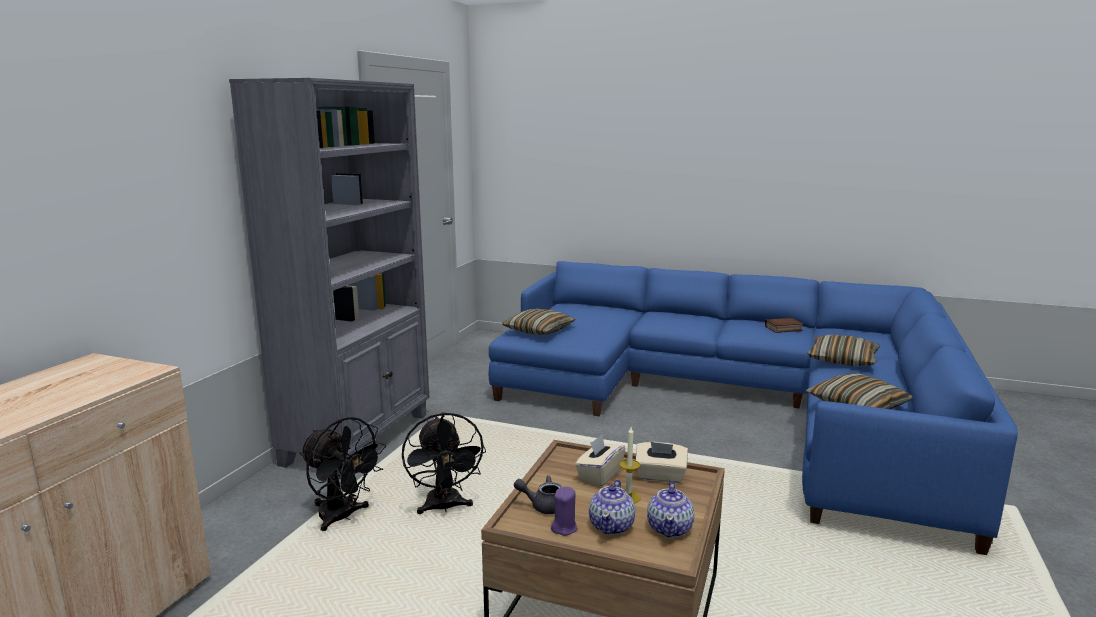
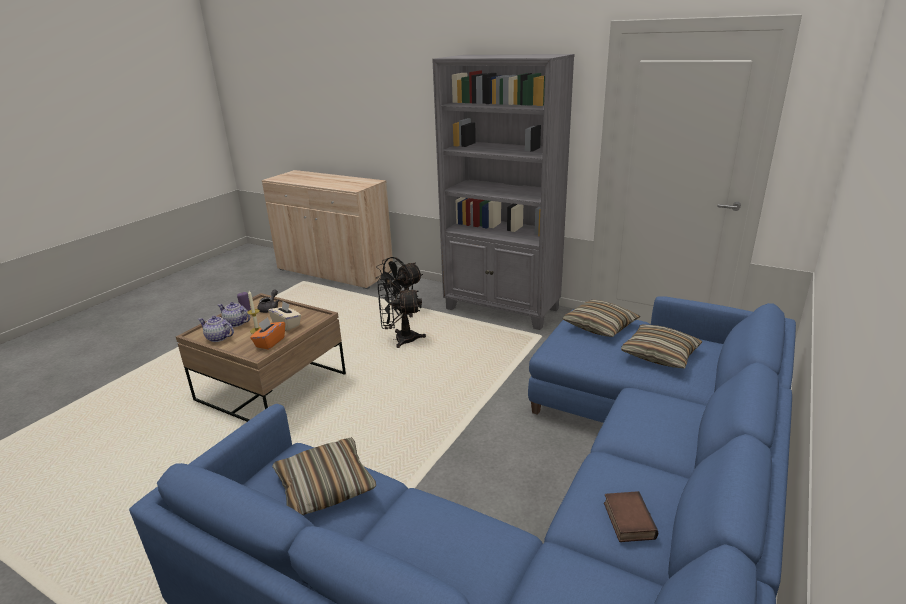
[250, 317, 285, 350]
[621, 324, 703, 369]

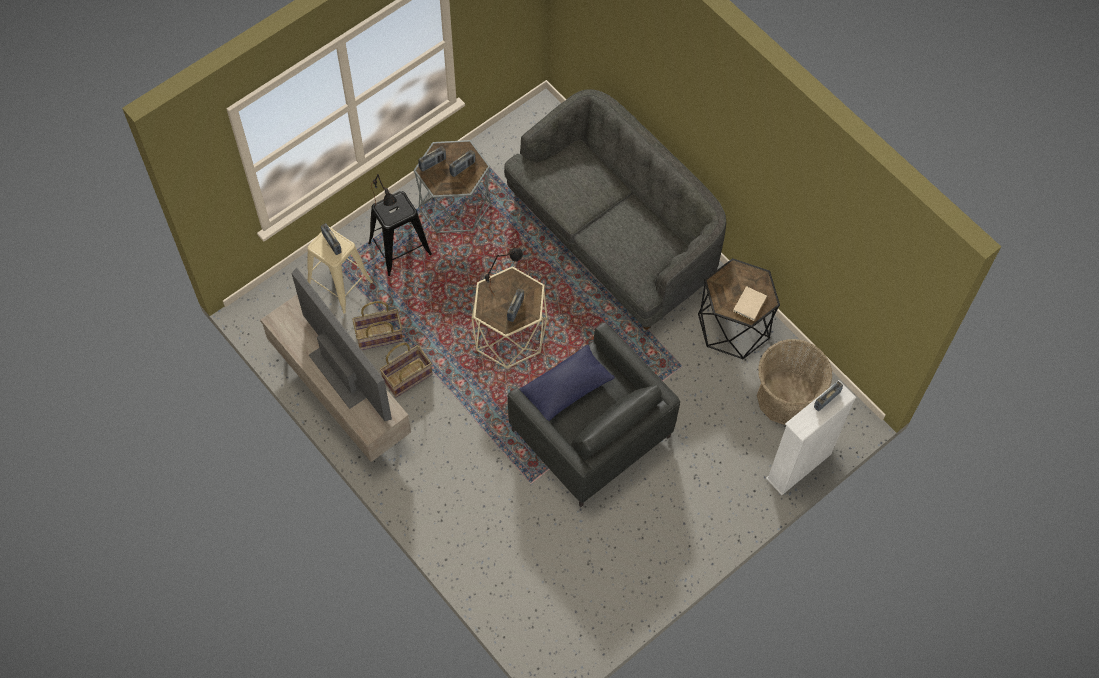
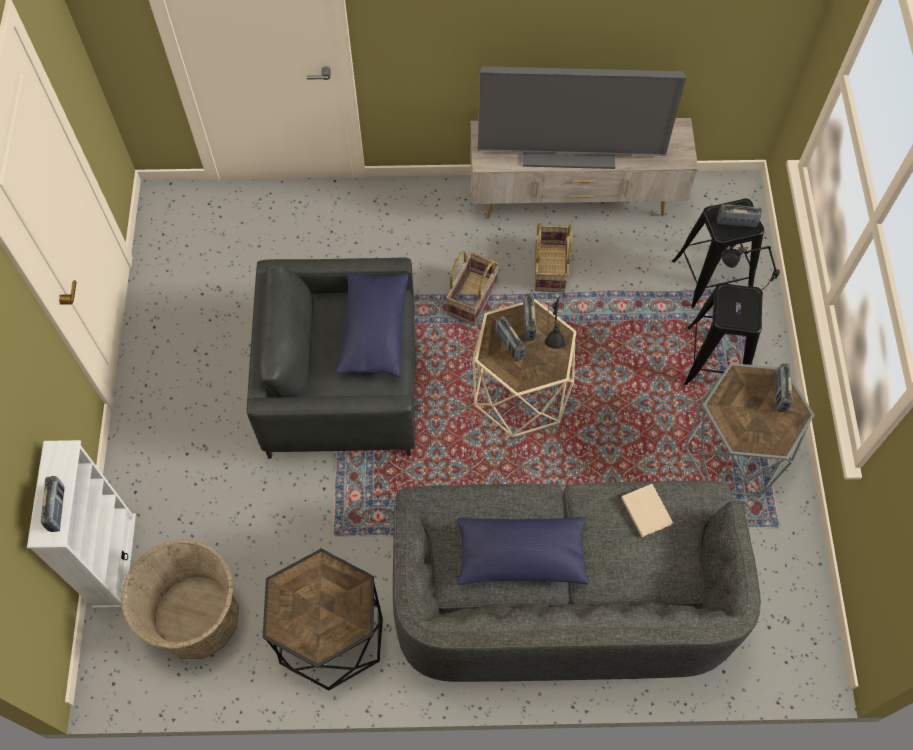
[446, 251, 500, 325]
[457, 517, 589, 585]
[523, 294, 536, 341]
[621, 484, 673, 537]
[672, 198, 764, 308]

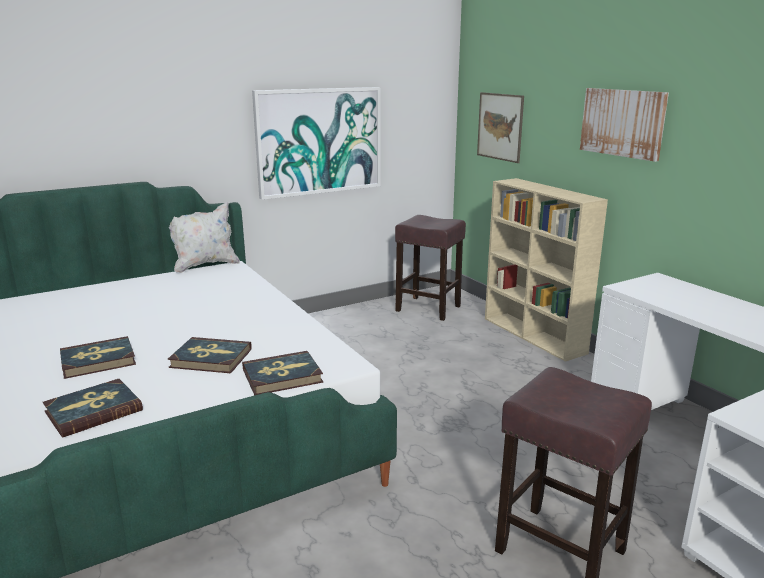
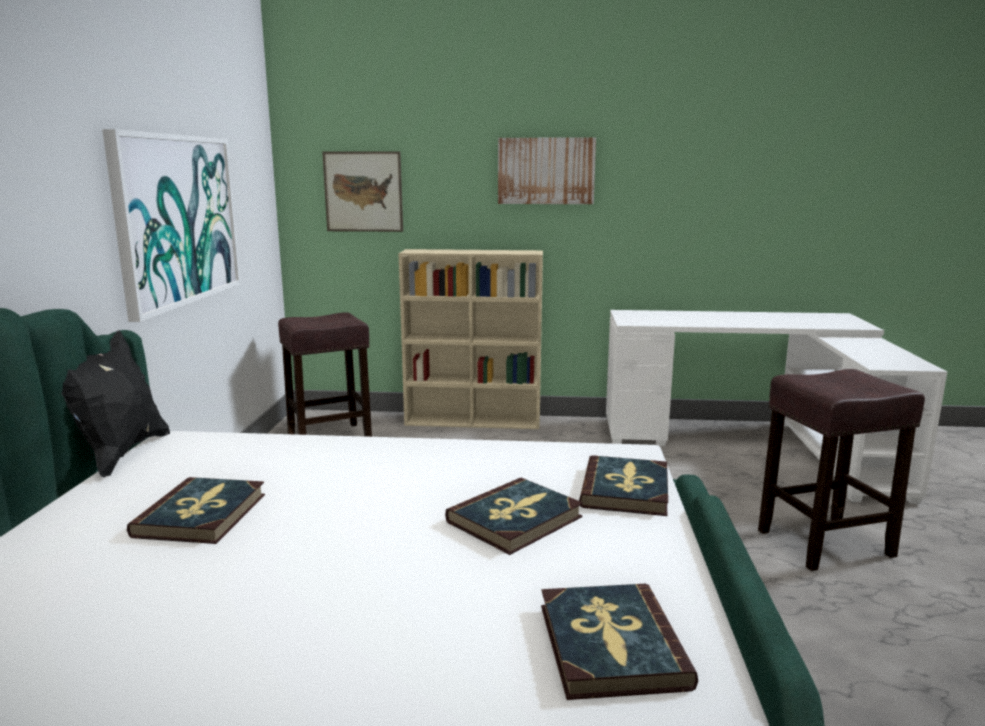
[61, 330, 170, 478]
[127, 477, 265, 544]

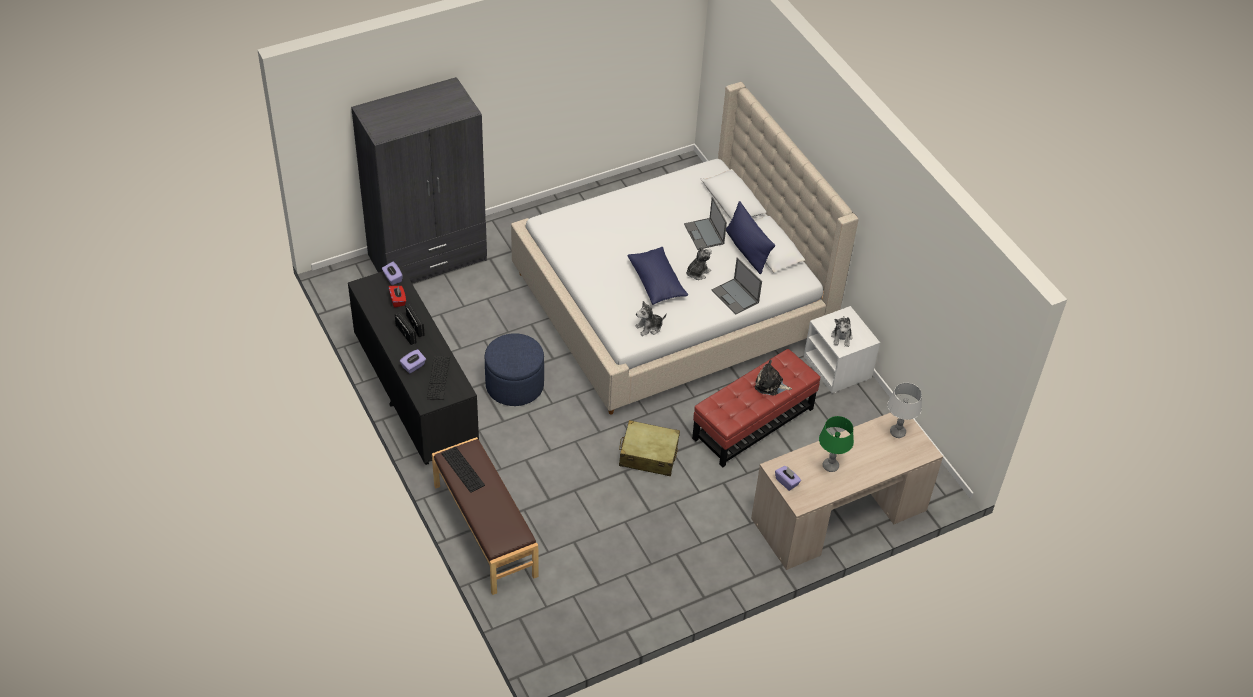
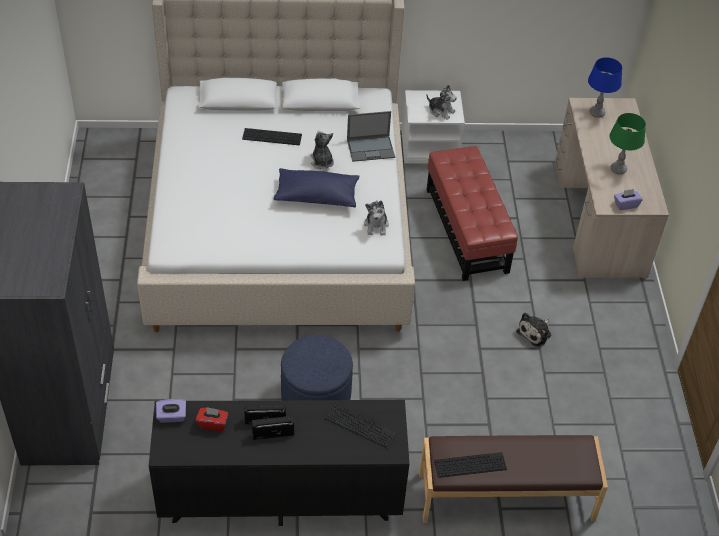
[242, 128, 302, 146]
[516, 313, 551, 347]
[588, 57, 622, 118]
[400, 349, 426, 374] (first image)
[619, 420, 680, 476] (first image)
[726, 201, 775, 274] (first image)

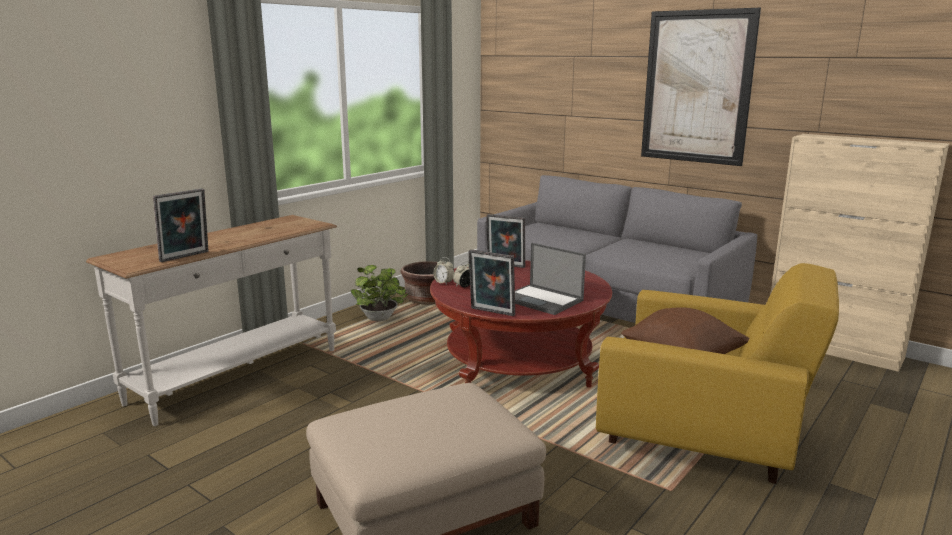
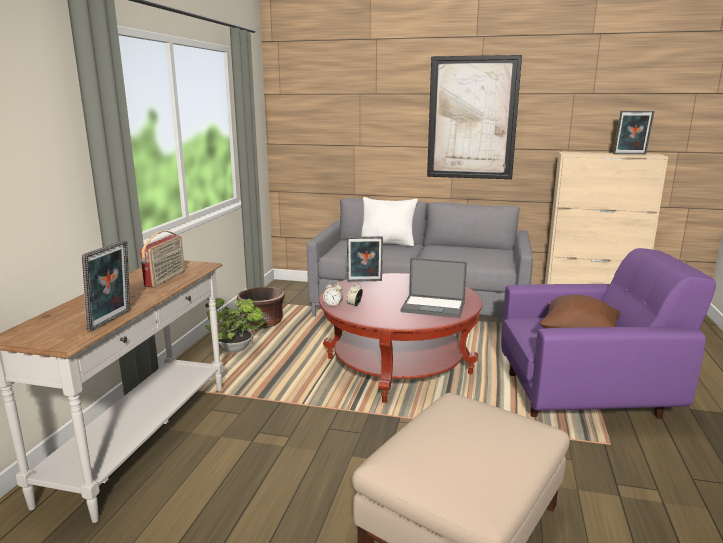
[140, 231, 185, 288]
[361, 197, 418, 247]
[501, 248, 716, 419]
[613, 111, 654, 154]

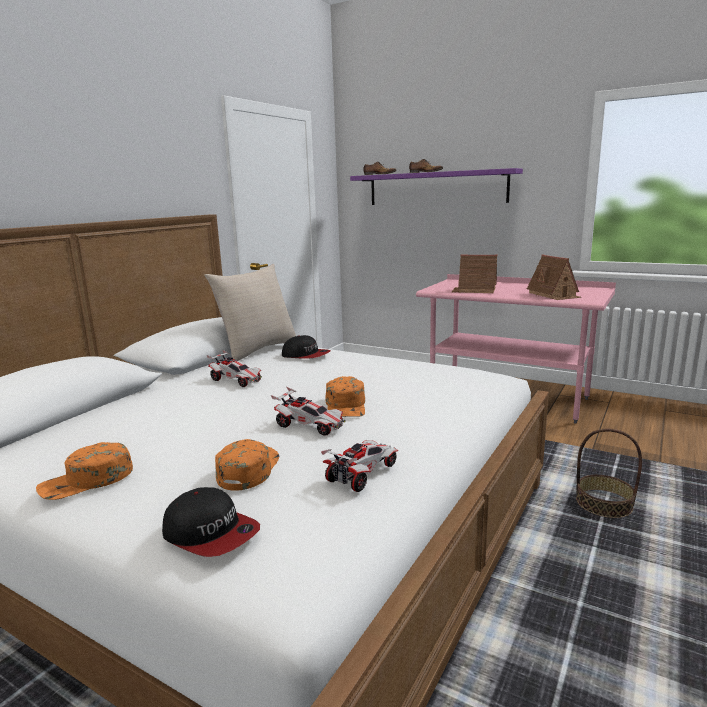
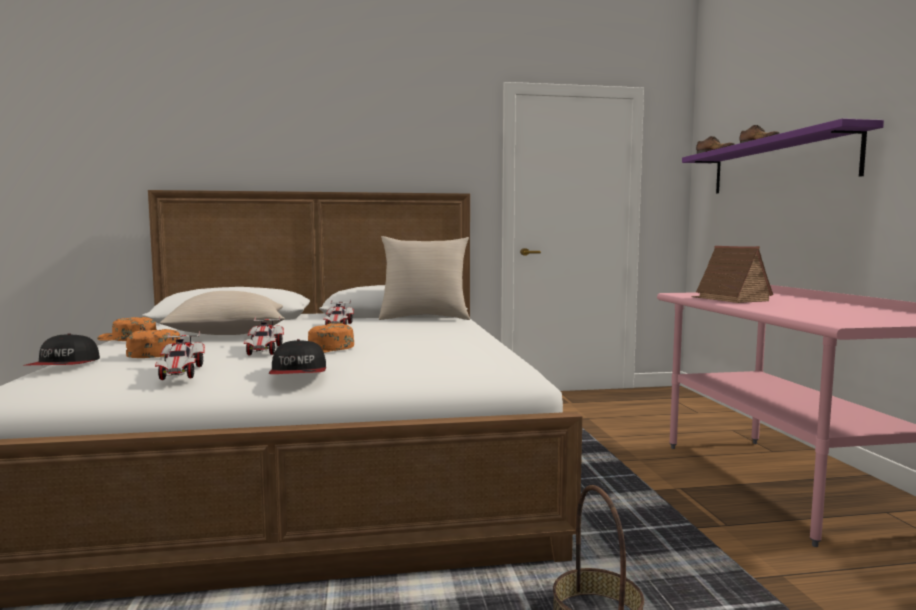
[155, 331, 205, 380]
[160, 291, 285, 335]
[269, 339, 326, 374]
[527, 254, 582, 300] (first image)

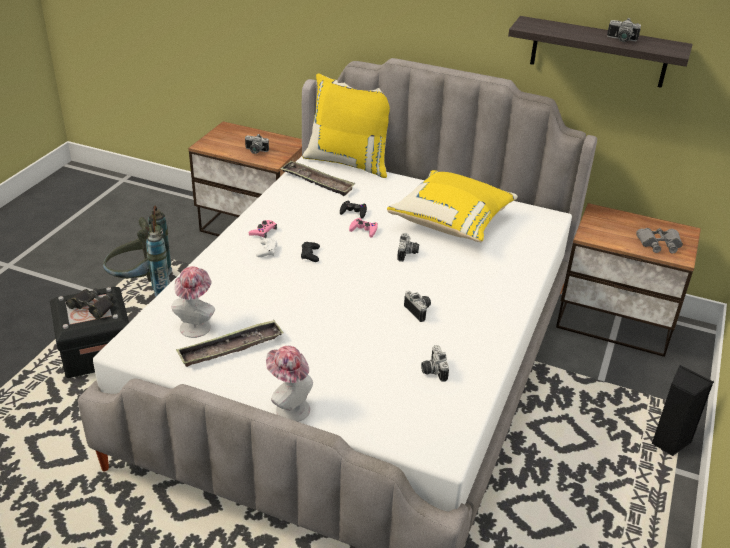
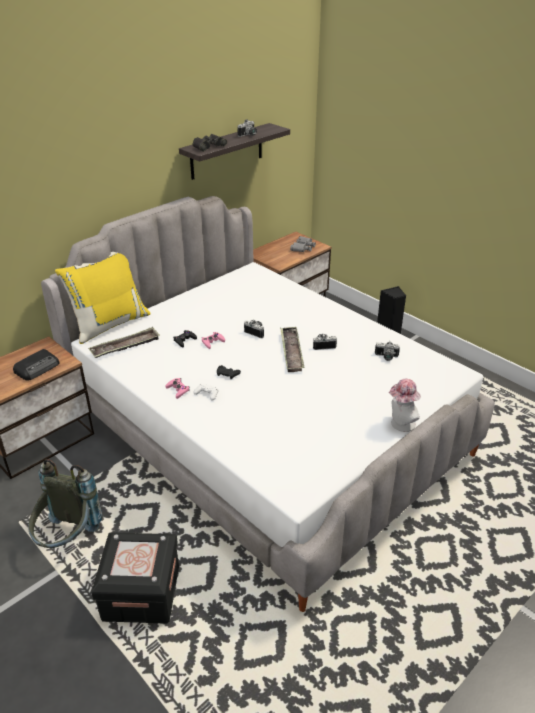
[13, 349, 60, 381]
[192, 134, 227, 152]
[280, 327, 305, 372]
[172, 266, 215, 338] (first image)
[387, 170, 518, 242] (first image)

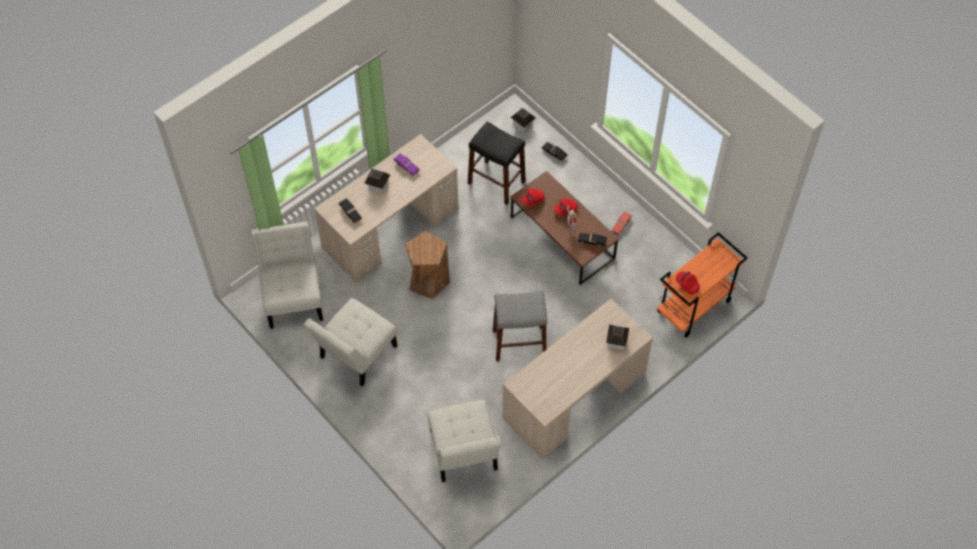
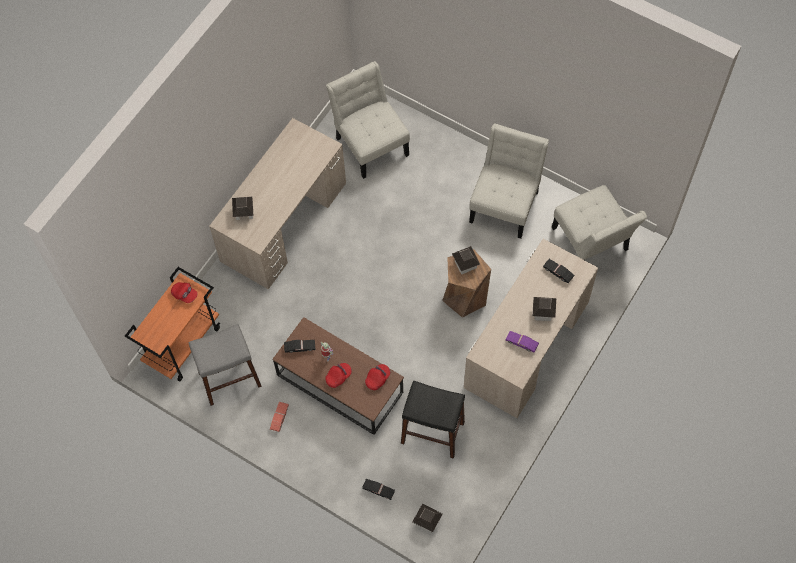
[188, 324, 262, 406]
[452, 246, 480, 274]

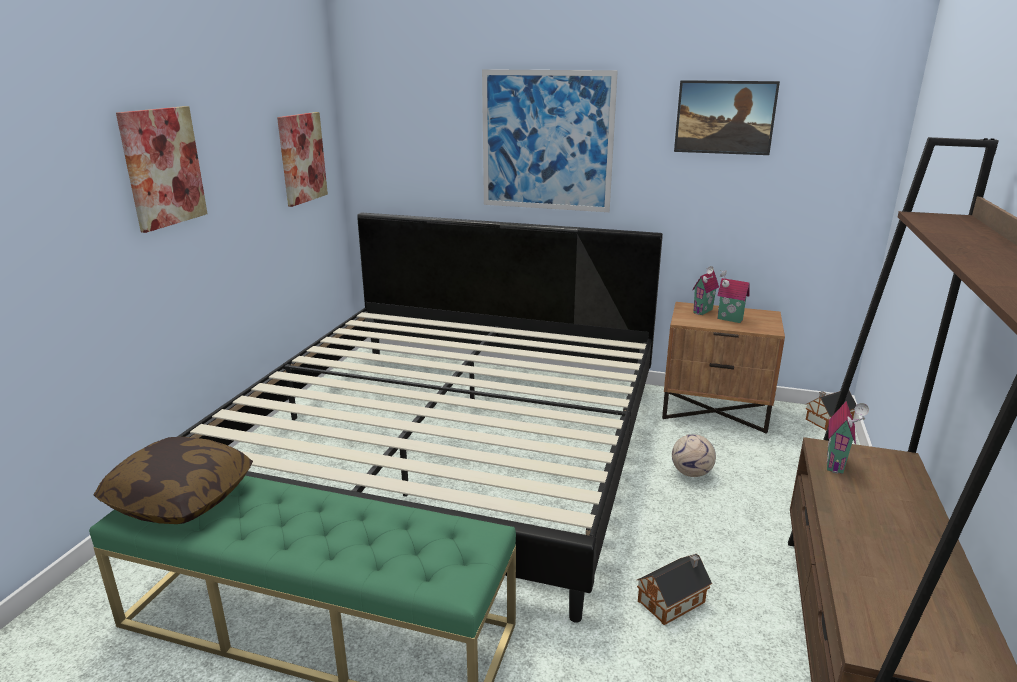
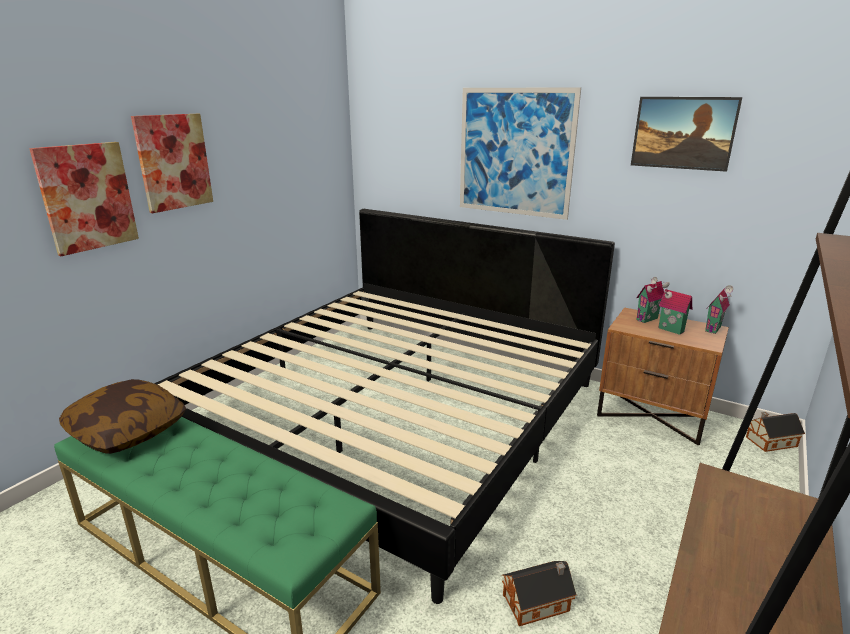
[29, 142, 139, 256]
[705, 285, 733, 334]
[672, 434, 716, 477] (first image)

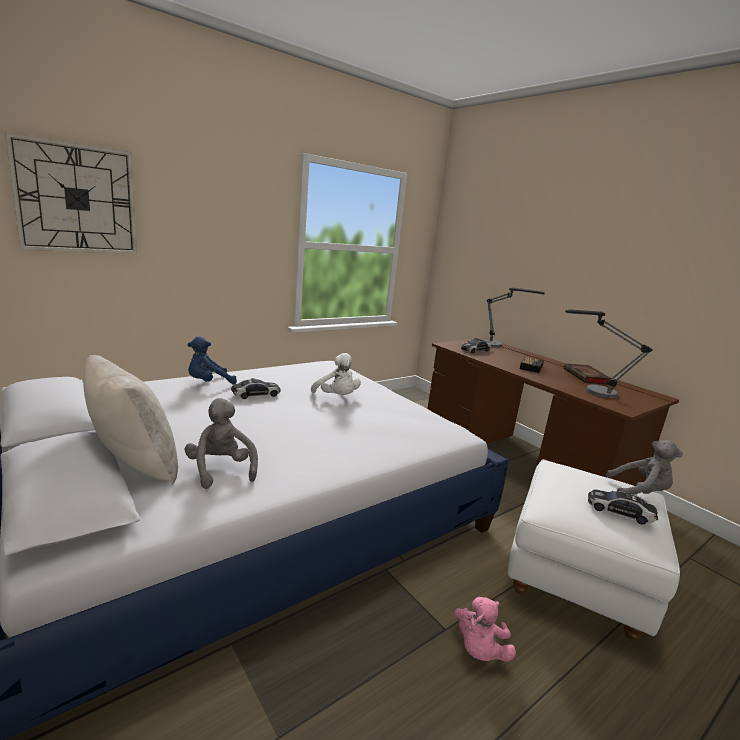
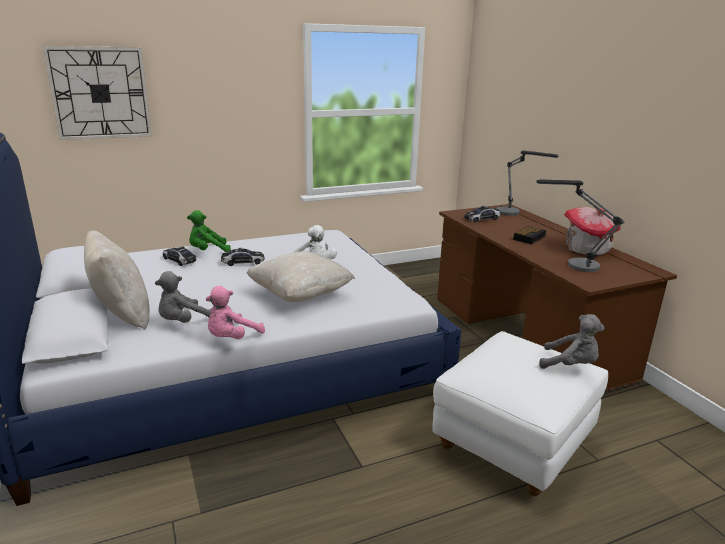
[155, 271, 211, 323]
[163, 247, 197, 266]
[187, 210, 231, 252]
[205, 286, 265, 339]
[247, 251, 355, 302]
[564, 207, 621, 255]

